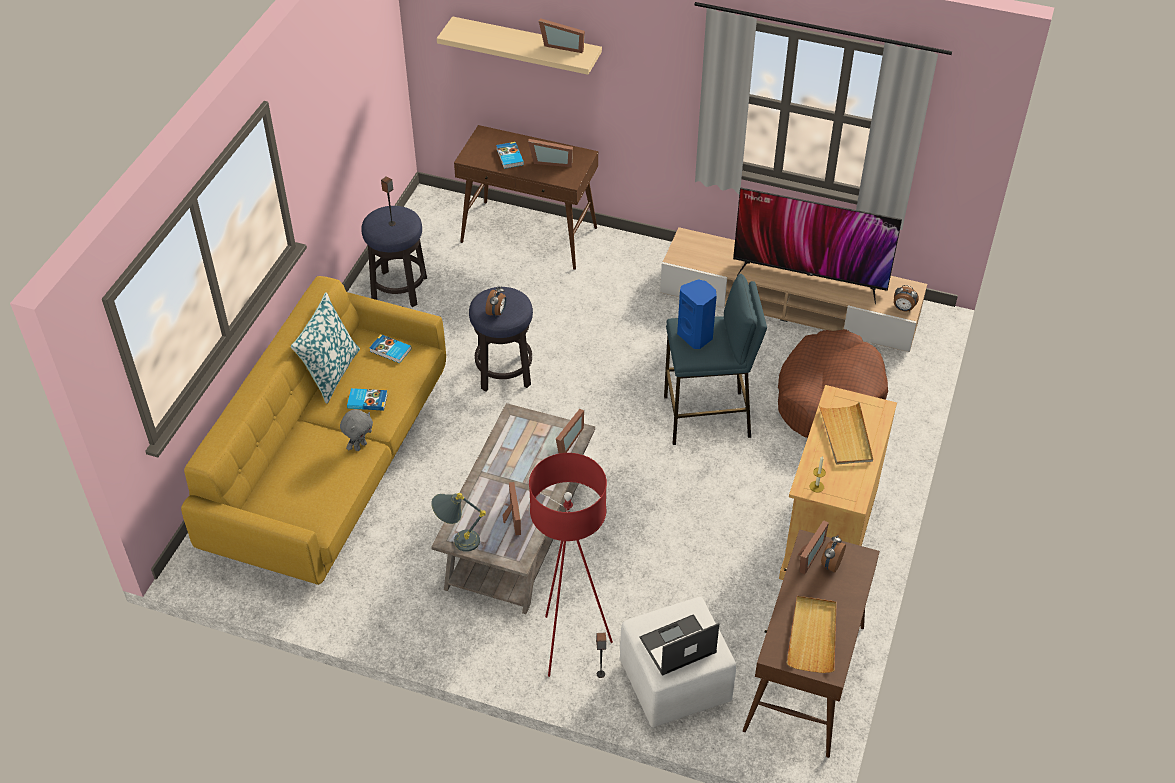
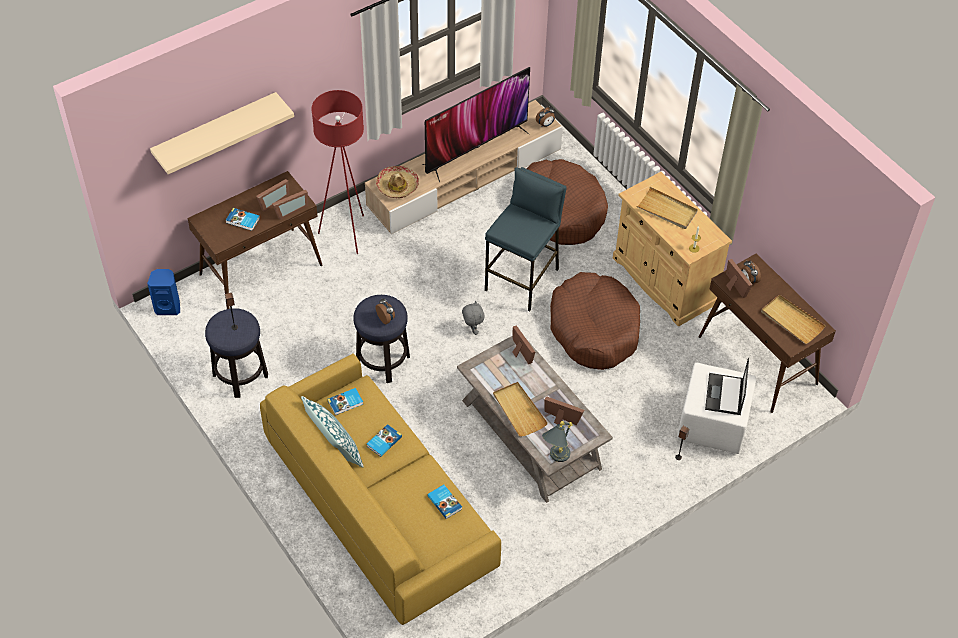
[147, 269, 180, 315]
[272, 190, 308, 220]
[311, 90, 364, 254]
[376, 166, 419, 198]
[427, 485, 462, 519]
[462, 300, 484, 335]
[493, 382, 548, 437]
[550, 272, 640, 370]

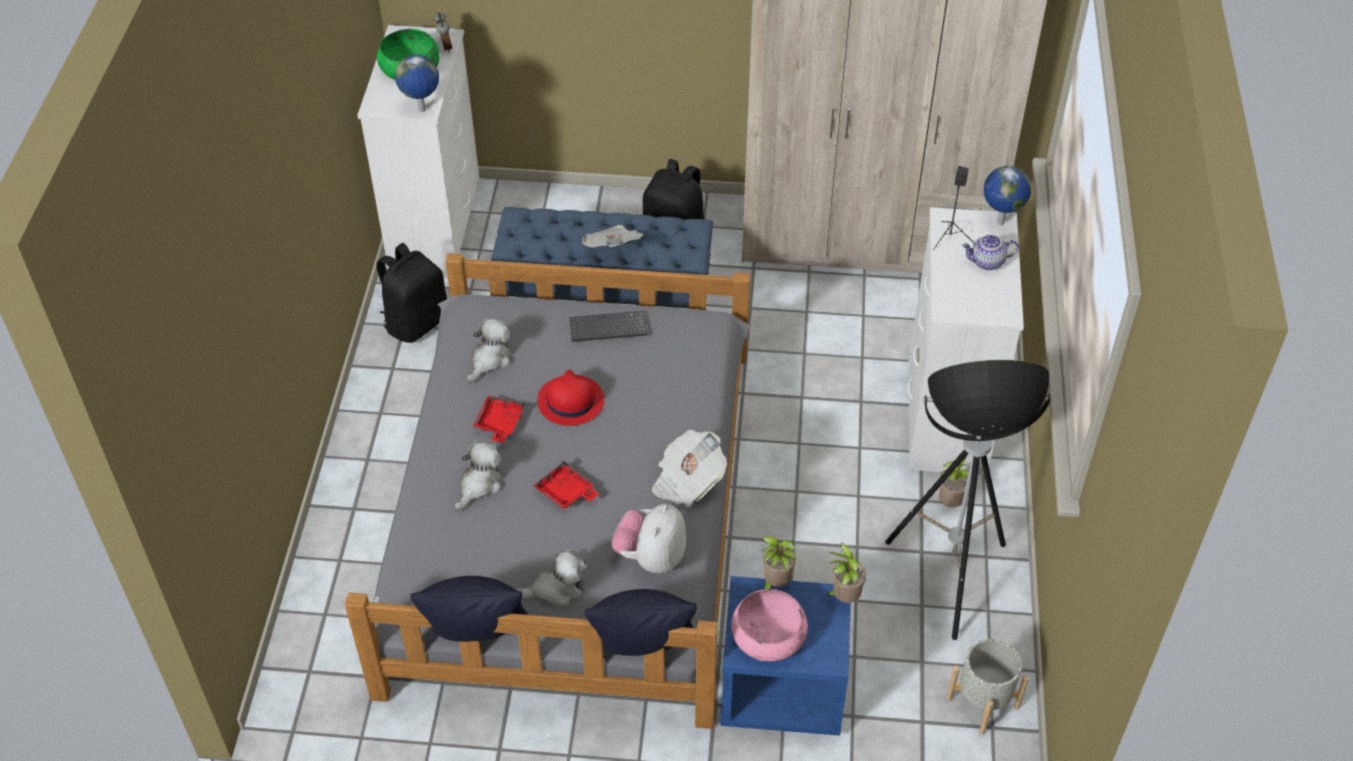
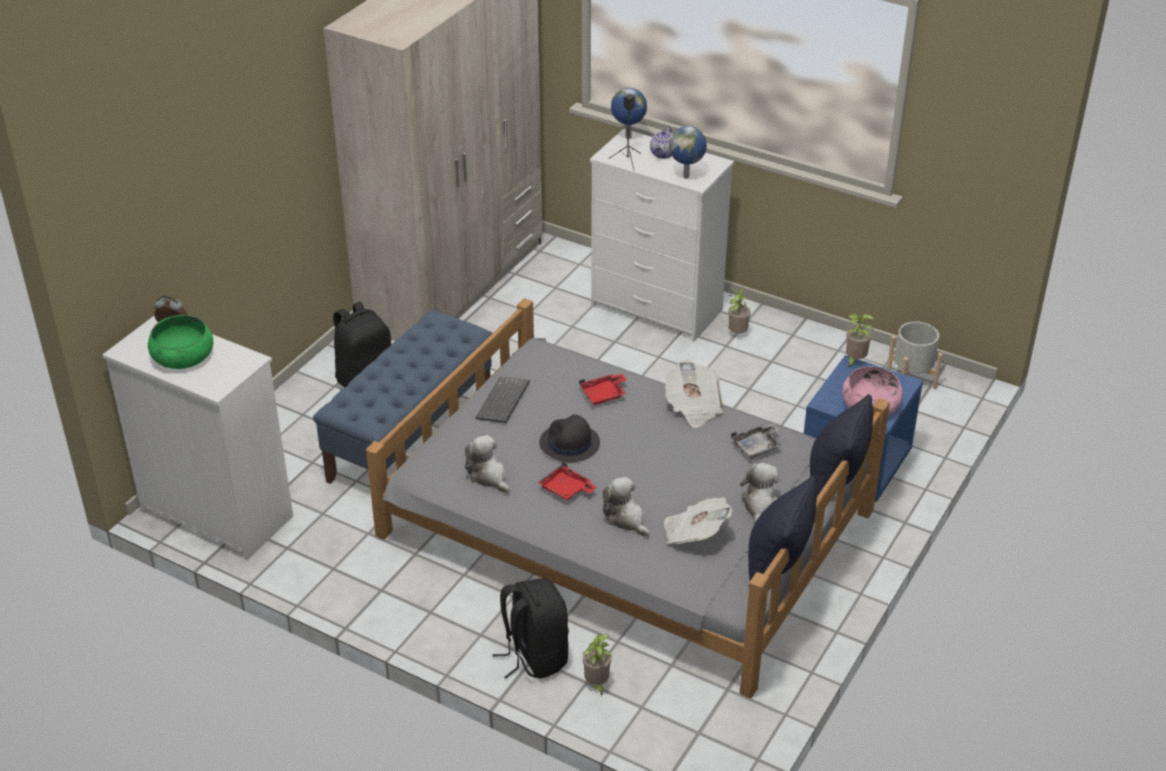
[493, 578, 569, 679]
[539, 414, 600, 462]
[579, 374, 627, 405]
[583, 634, 612, 696]
[664, 497, 732, 544]
[669, 126, 707, 179]
[731, 424, 782, 459]
[885, 360, 1051, 640] (first image)

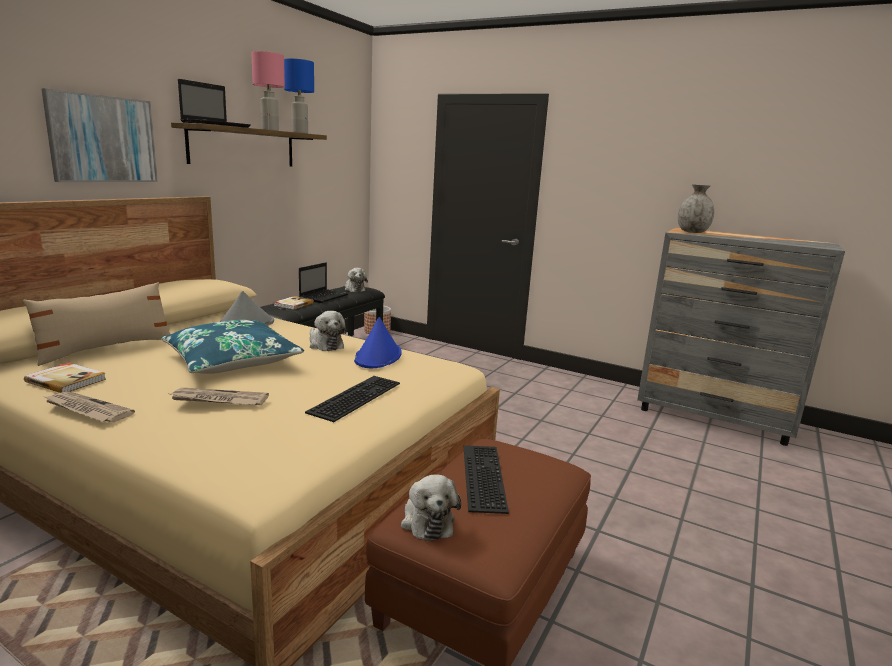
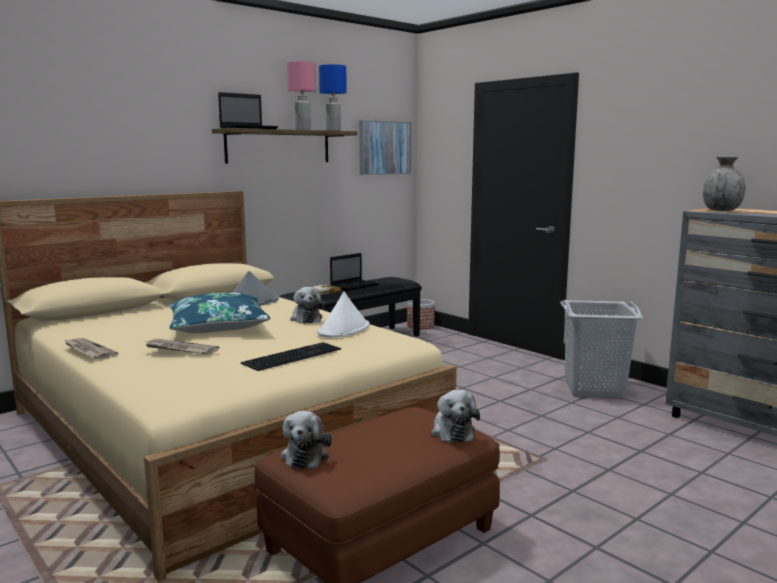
[318, 292, 369, 337]
[359, 120, 411, 175]
[431, 390, 480, 443]
[560, 300, 643, 398]
[23, 282, 170, 366] (first image)
[24, 363, 106, 393] (first image)
[464, 445, 509, 514] (first image)

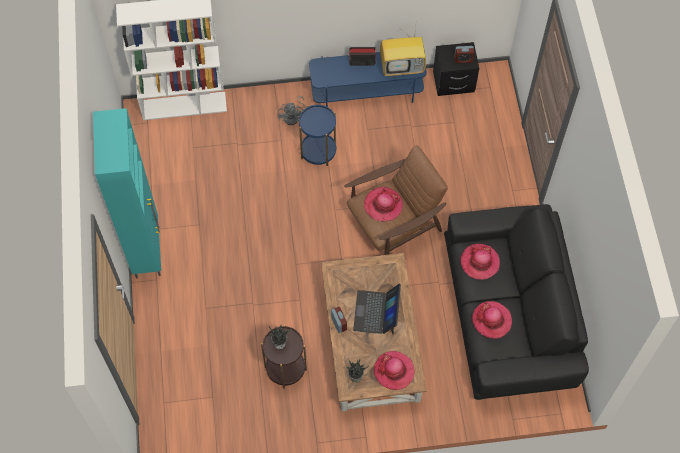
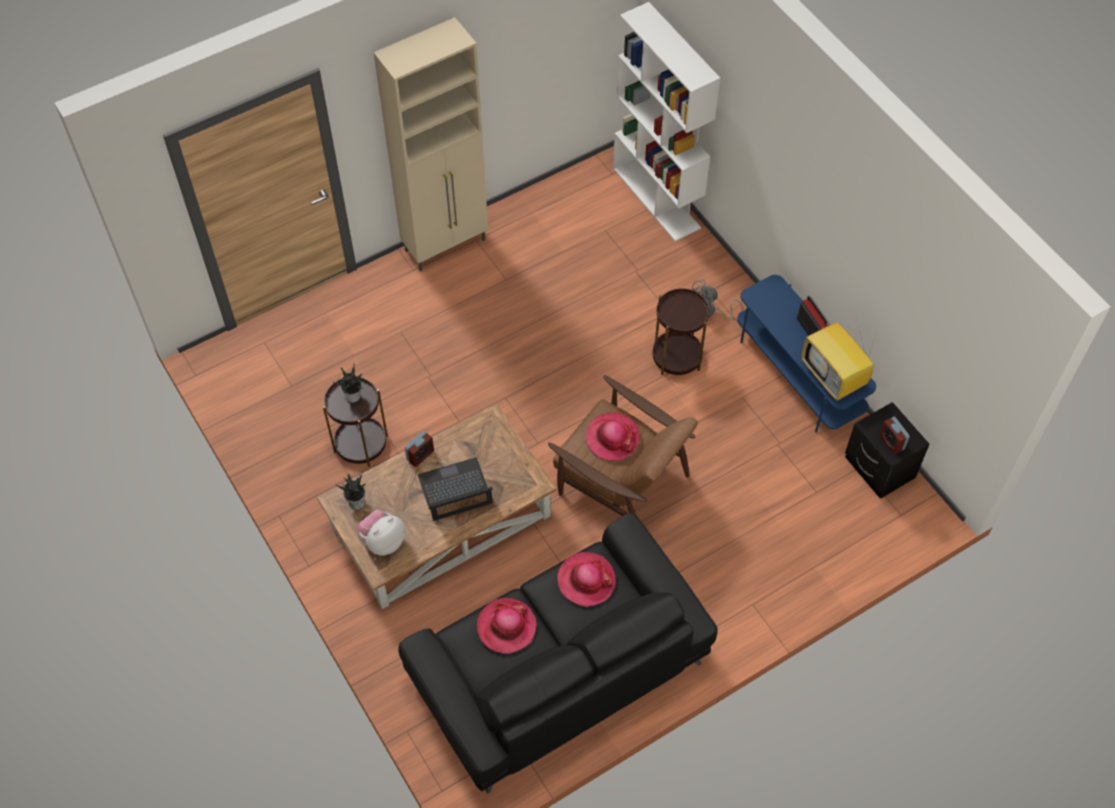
[357, 510, 405, 556]
[374, 17, 488, 272]
[653, 288, 709, 376]

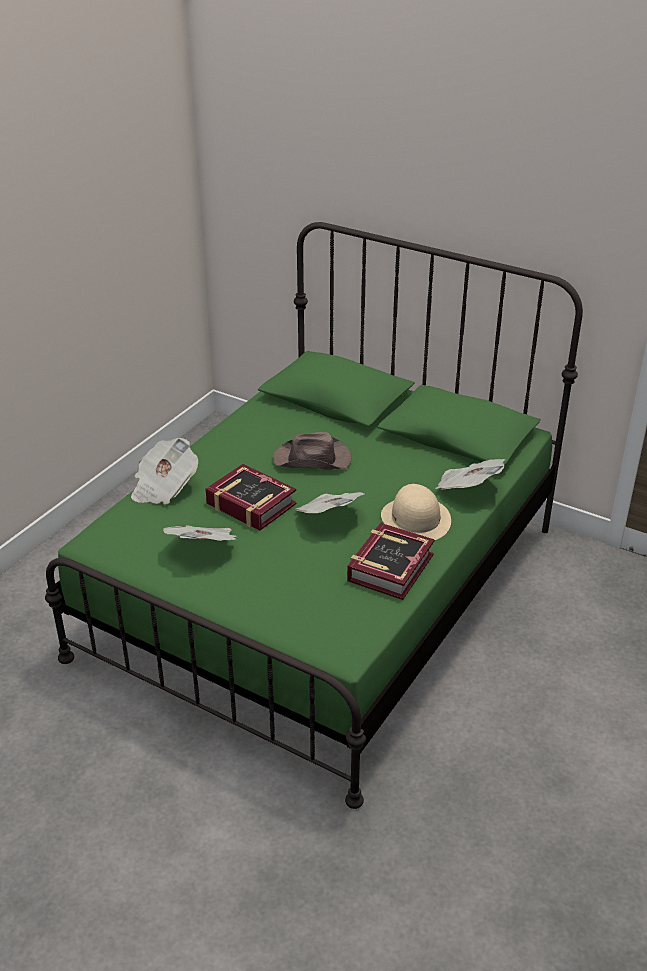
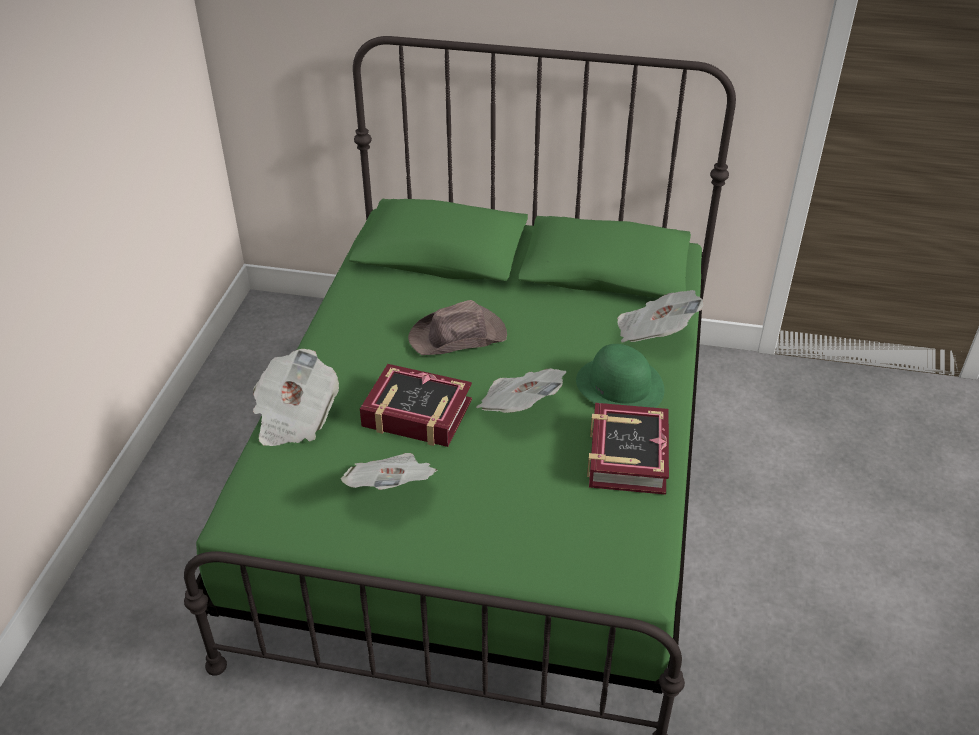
[576, 344, 664, 408]

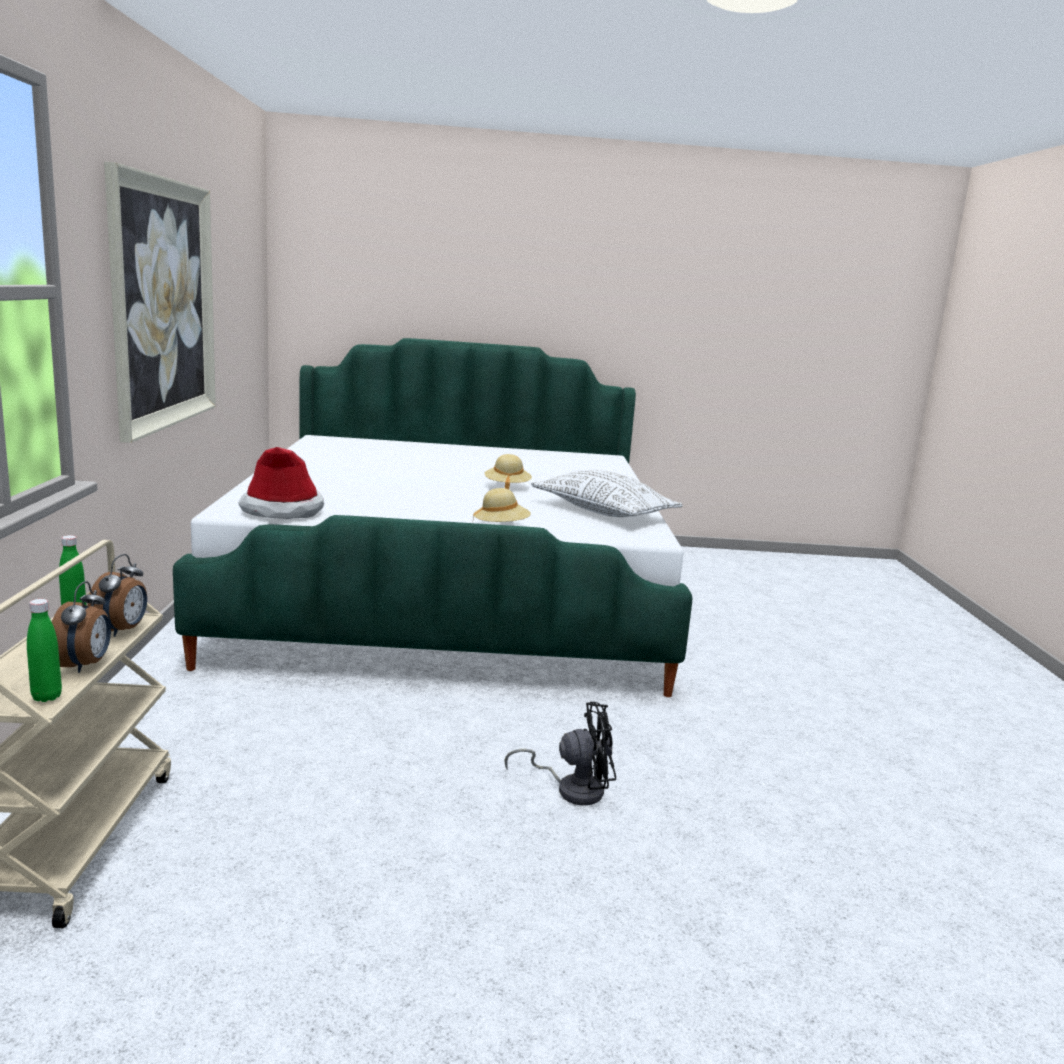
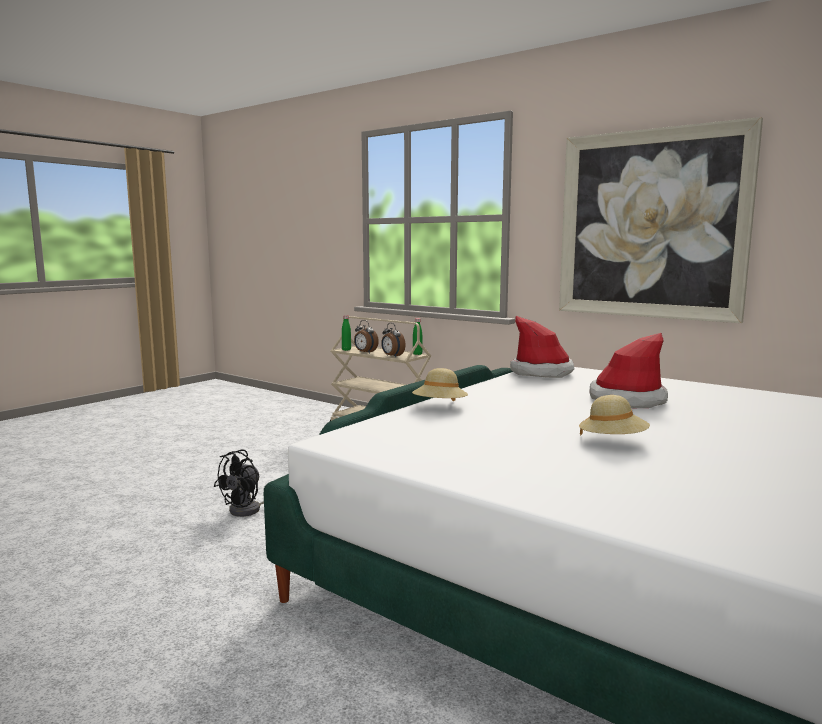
[589, 333, 668, 408]
[531, 470, 683, 517] (first image)

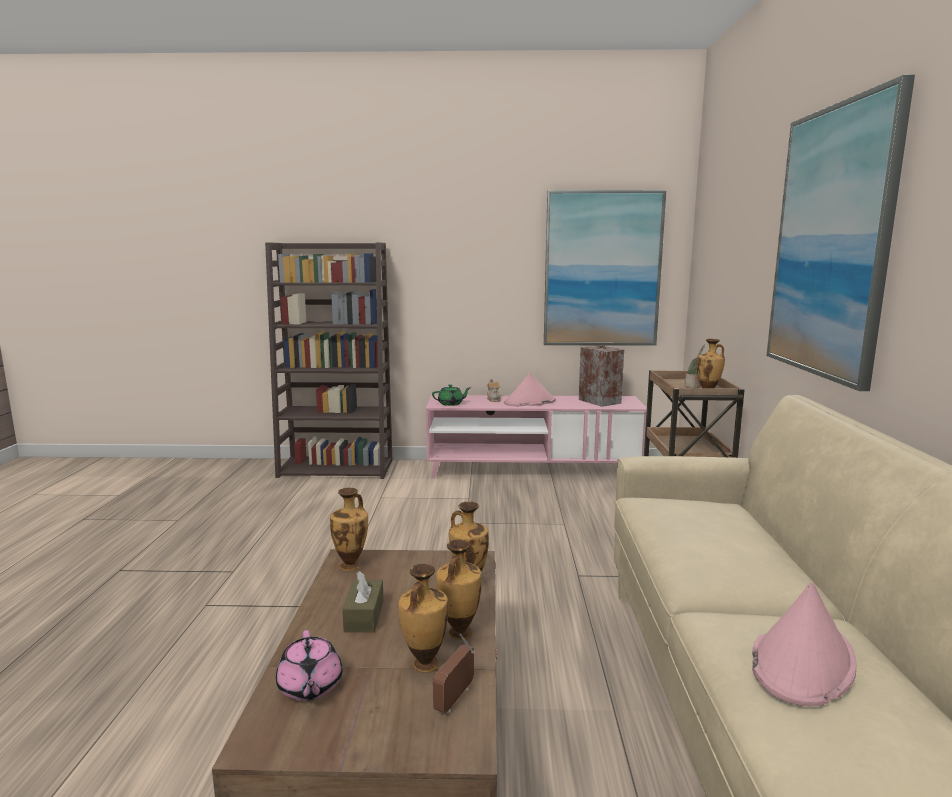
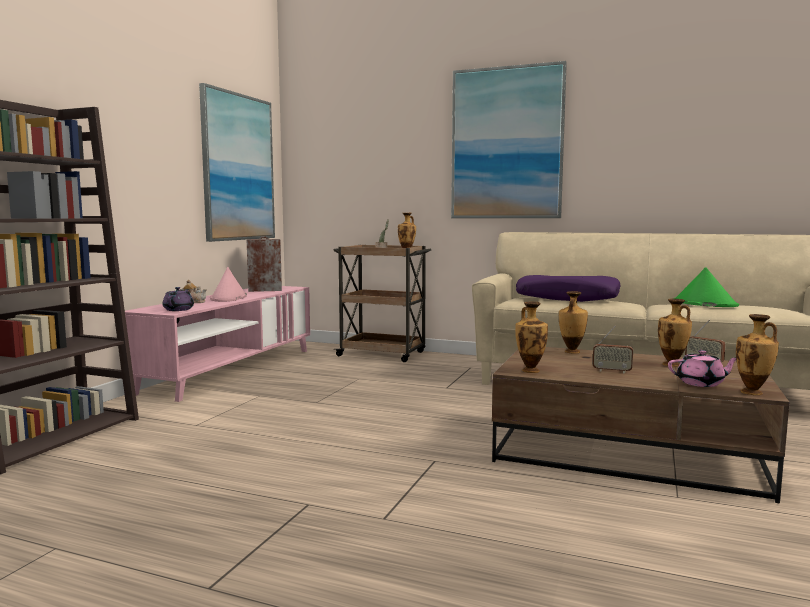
[163, 287, 194, 311]
[516, 275, 621, 302]
[593, 326, 633, 373]
[675, 267, 739, 307]
[736, 314, 779, 395]

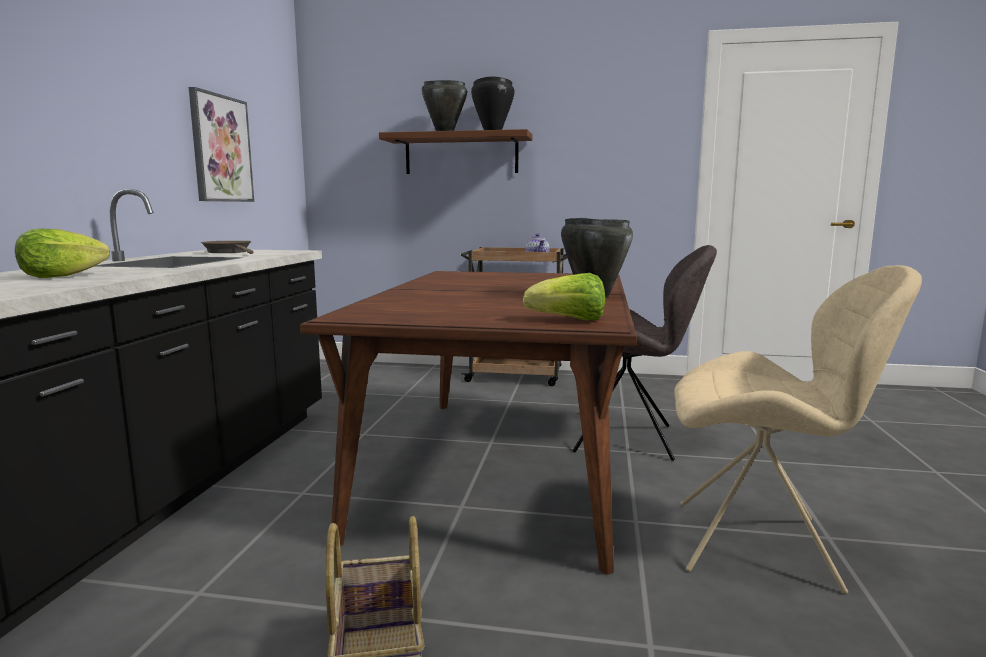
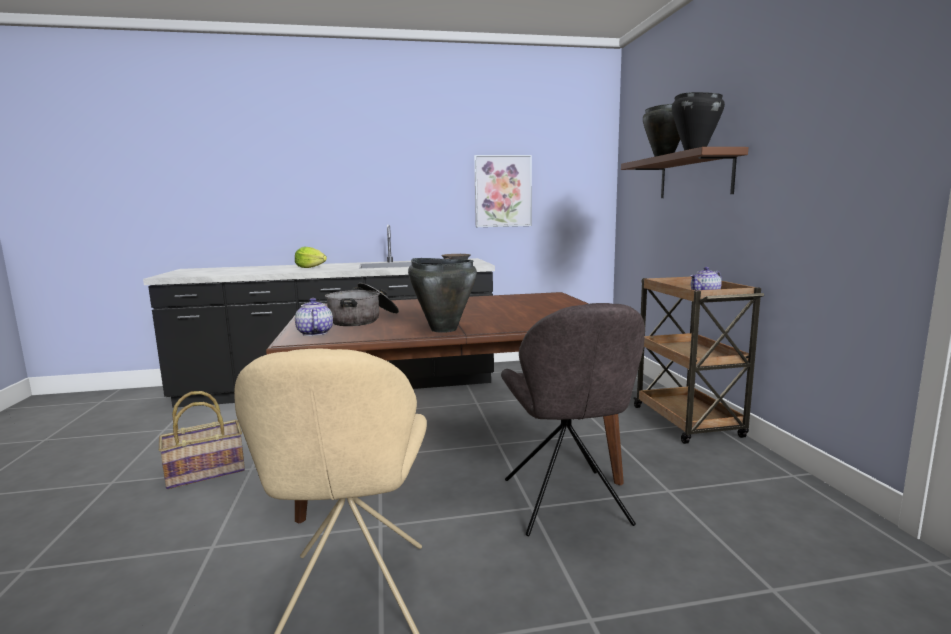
[295, 298, 333, 336]
[325, 283, 399, 326]

